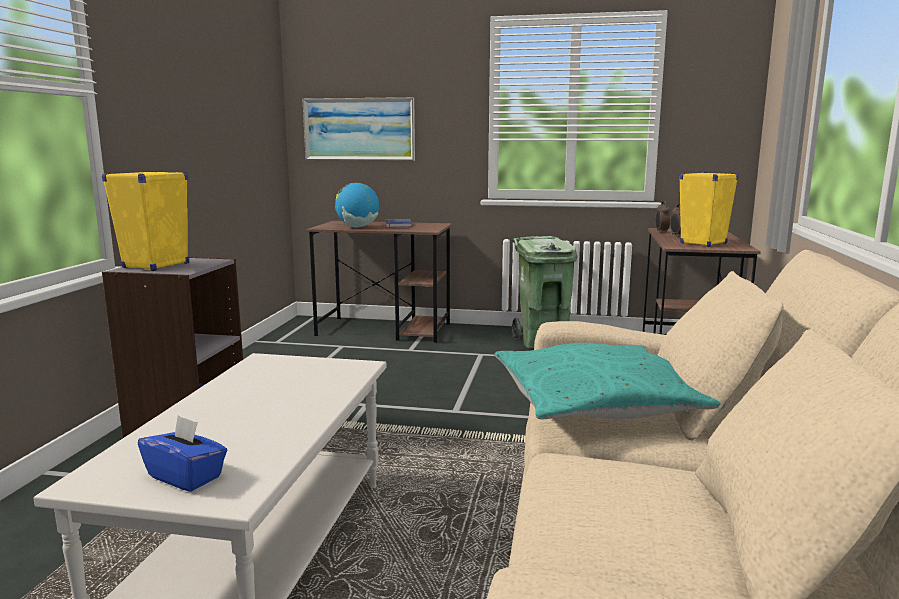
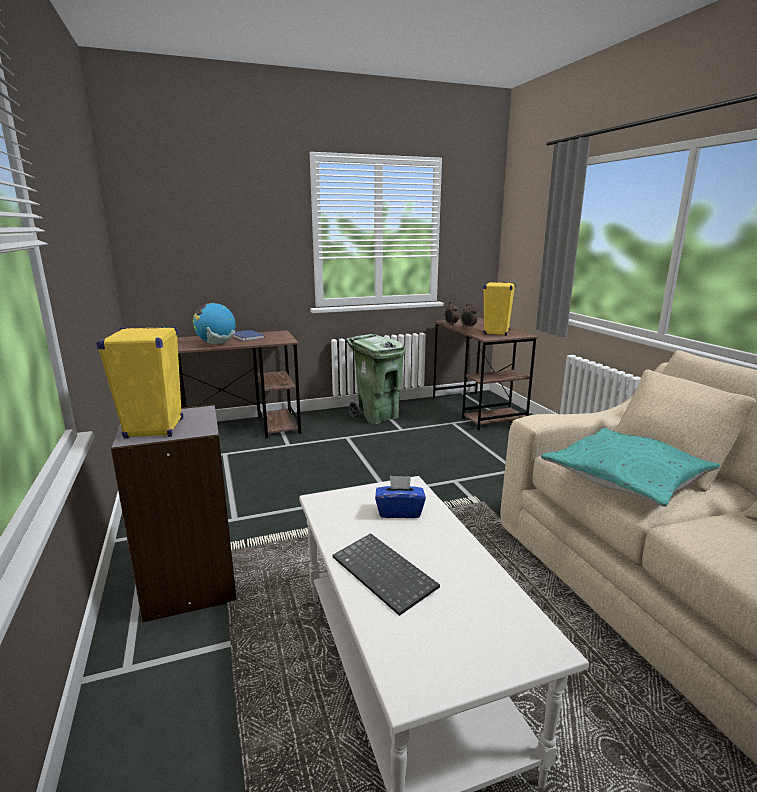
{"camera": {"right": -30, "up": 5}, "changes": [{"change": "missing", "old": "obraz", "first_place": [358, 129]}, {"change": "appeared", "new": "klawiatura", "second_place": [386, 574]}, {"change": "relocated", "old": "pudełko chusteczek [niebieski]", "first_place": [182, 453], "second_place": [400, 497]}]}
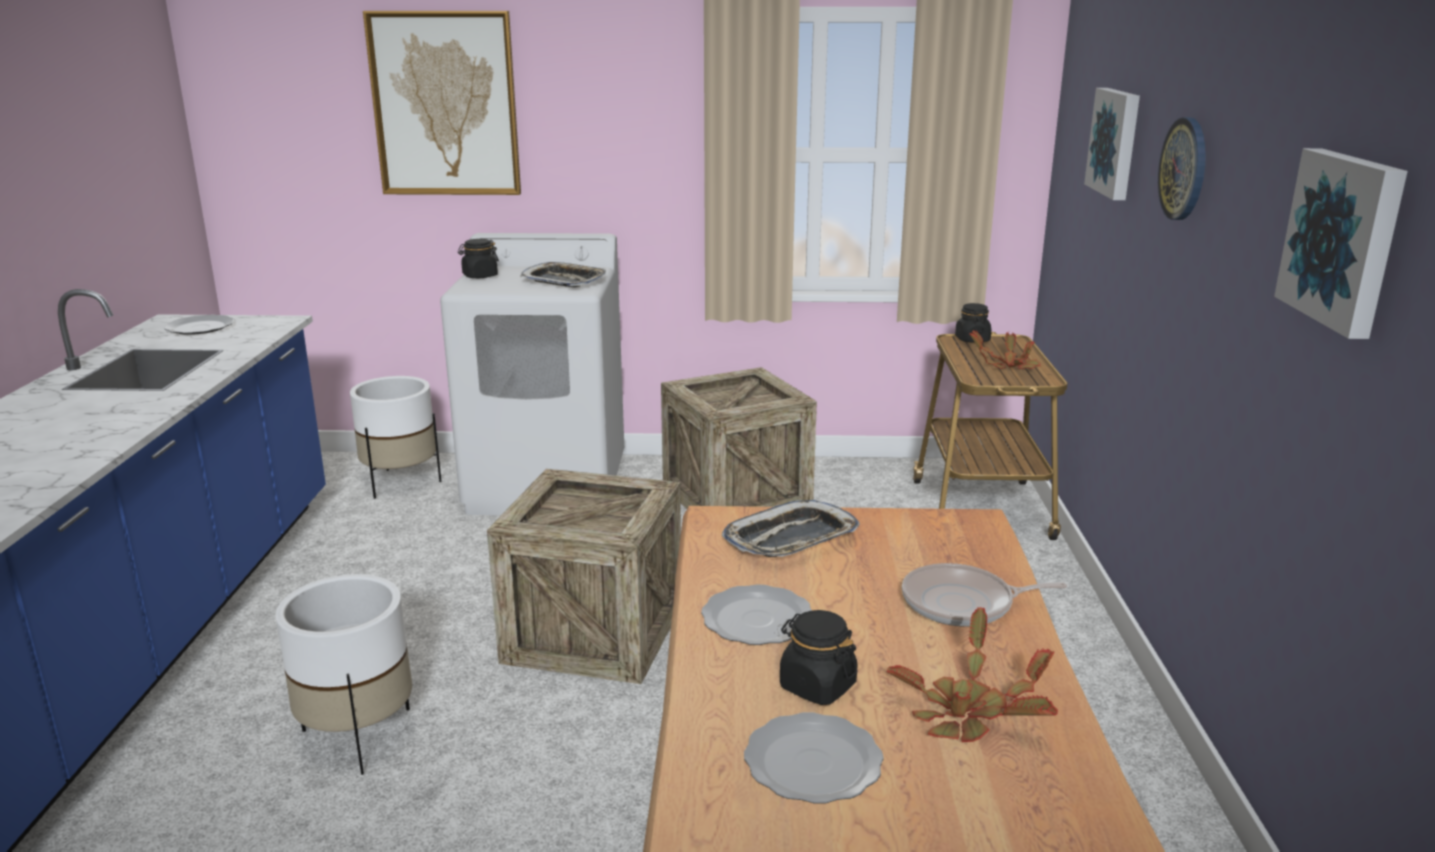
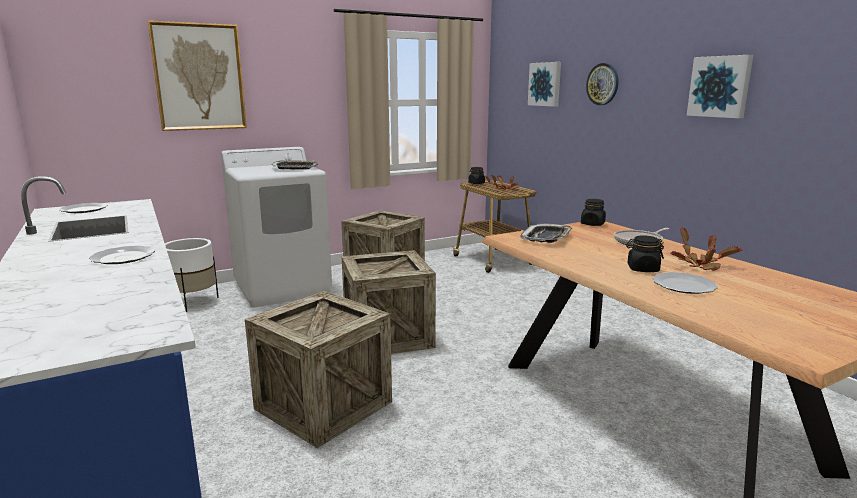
{"camera": {"right": -30, "up": -5}, "changes": [{"change": "relocated", "old": "słoik [czarny]", "first_place": [478, 258], "second_place": [593, 212]}, {"change": "relocated", "old": "talerz", "first_place": [756, 614], "second_place": [122, 255]}, {"change": "exchanged", "old": "donica [biały]", "new": "skrzynka", "first_place": [343, 674], "second_place": [318, 369]}]}
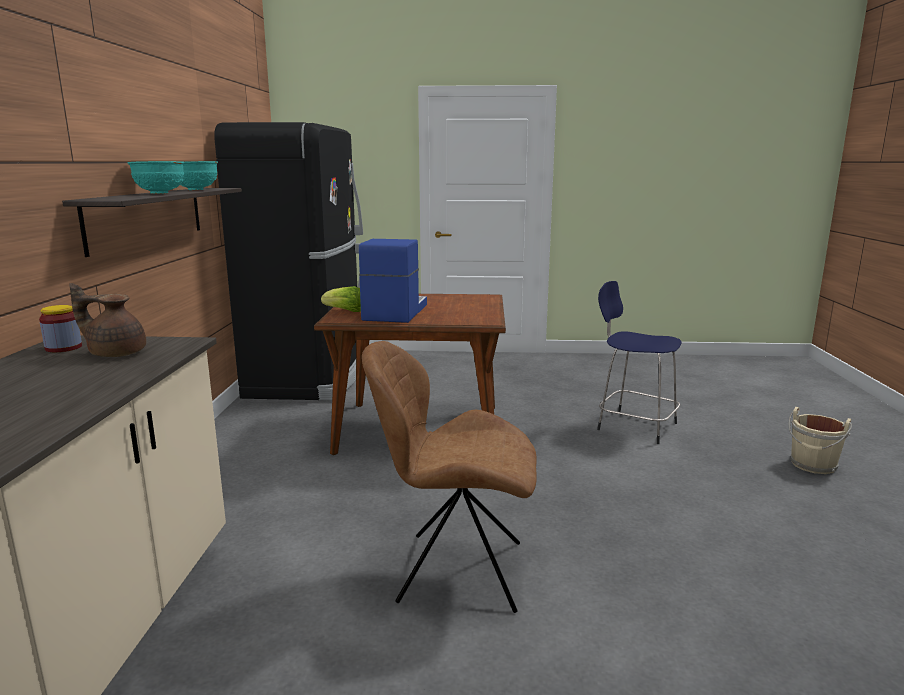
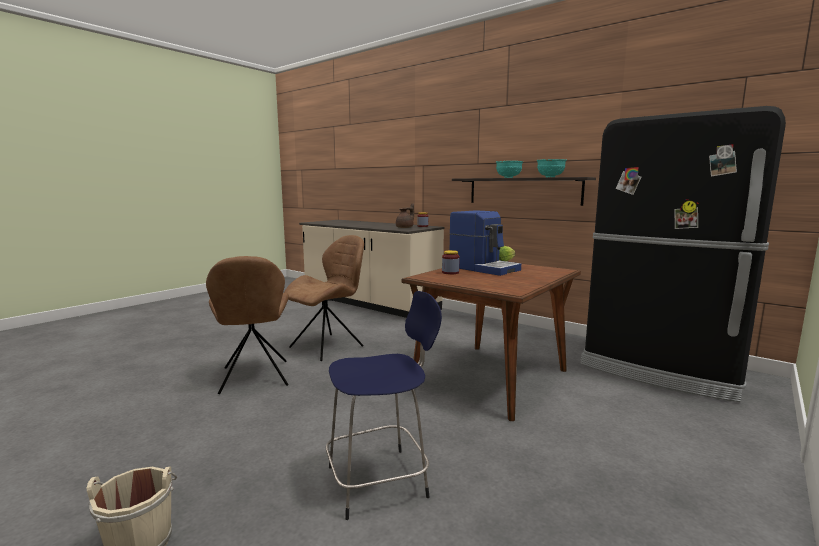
{"camera": {"right": 125, "up": -5}, "changes": [{"change": "appeared", "new": "krzesło [brązowy]", "second_place": [247, 325]}, {"change": "appeared", "new": "słoik", "second_place": [450, 262]}]}
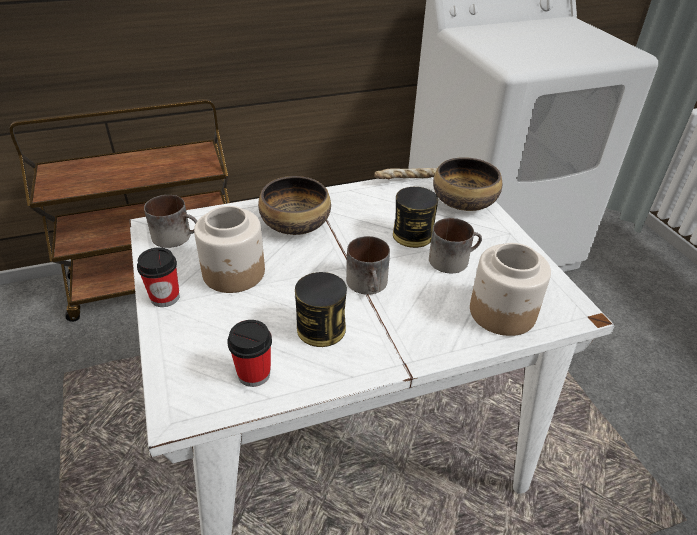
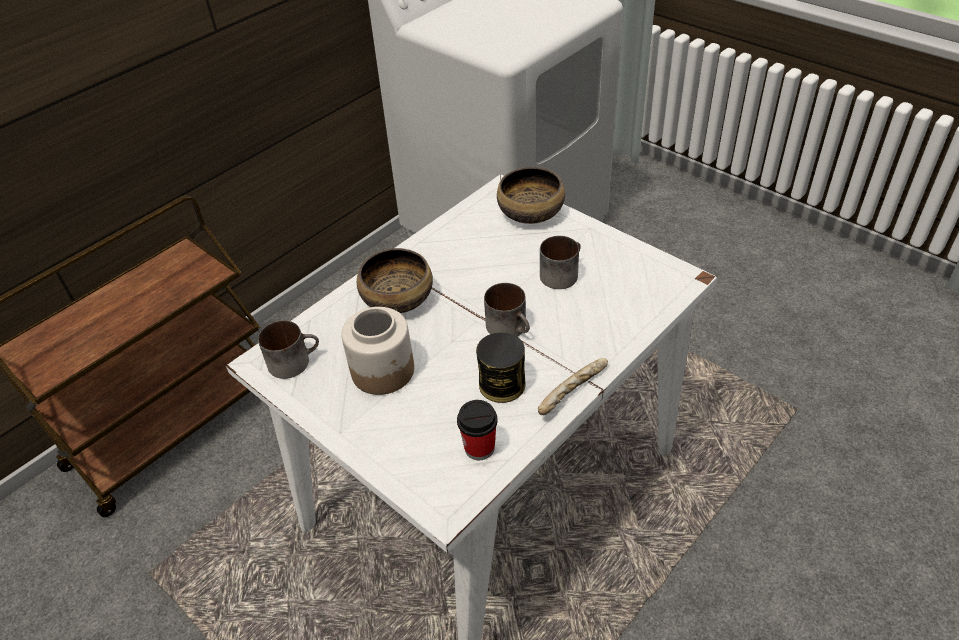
{"camera": {"right": -25, "up": 5}, "changes": [{"change": "missing", "old": "filiżanka", "first_place": [158, 277]}, {"change": "missing", "old": "puszka", "first_place": [415, 217]}, {"change": "missing", "old": "słoik", "first_place": [510, 289]}, {"change": "relocated", "old": "chleb", "first_place": [406, 173], "second_place": [573, 386]}]}
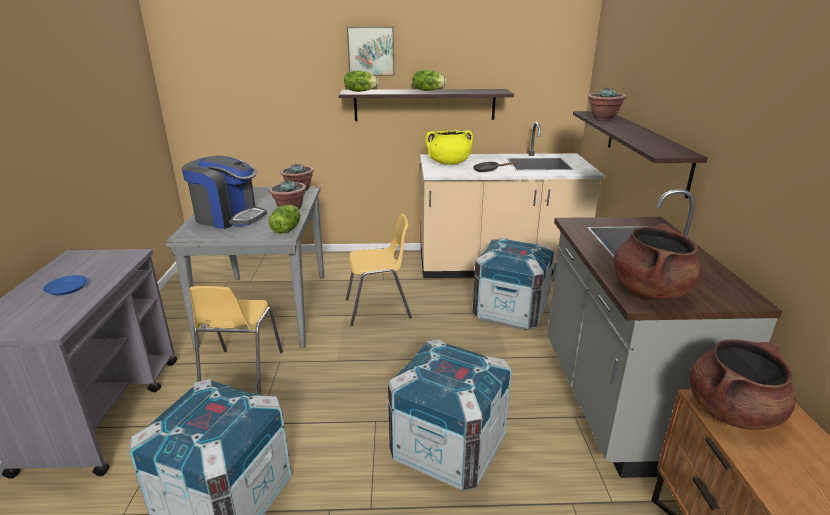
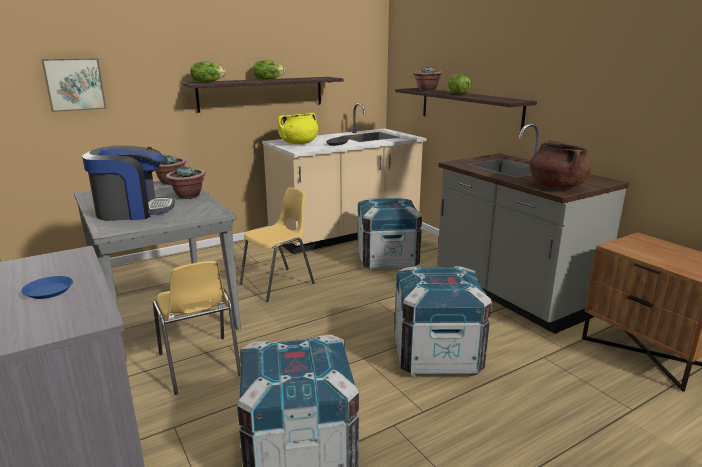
{"camera": {"right": -30, "up": -5}, "changes": [{"change": "missing", "old": "garnek [brązowy]", "first_place": [742, 384]}, {"change": "relocated", "old": "sałata", "first_place": [284, 219], "second_place": [459, 84]}, {"change": "relocated", "old": "obraz", "first_place": [370, 51], "second_place": [73, 85]}]}
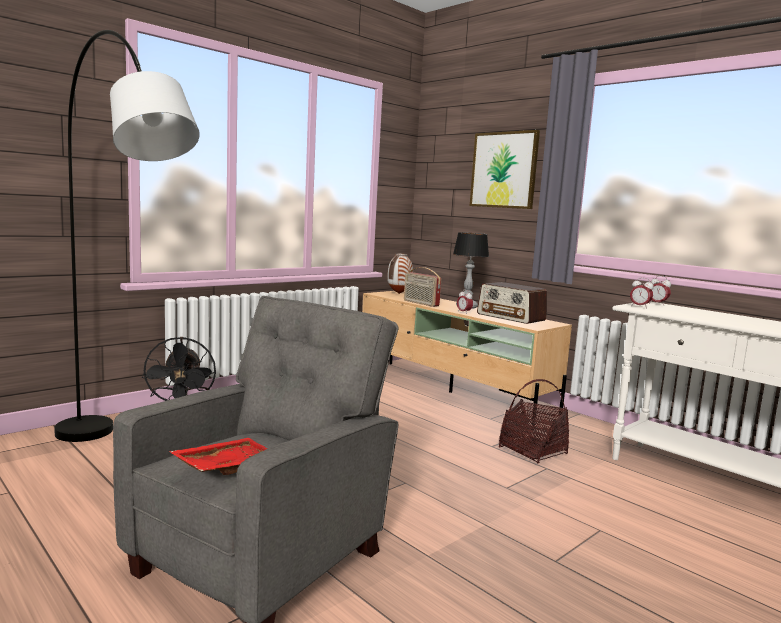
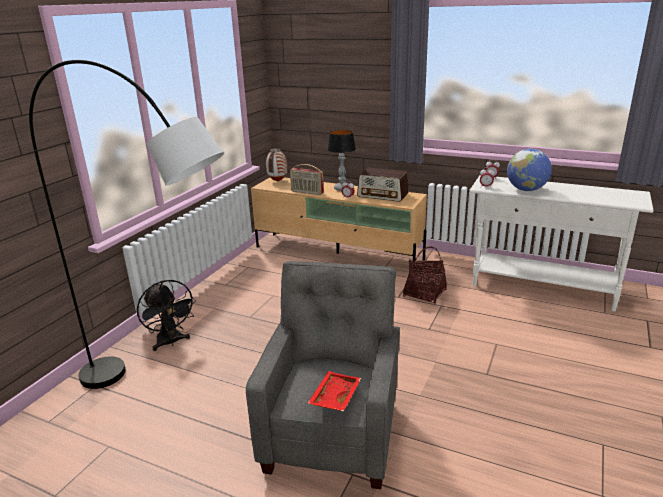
{"camera": {"right": -20, "up": 15}, "changes": [{"change": "missing", "old": "obraz", "first_place": [505, 169]}, {"change": "appeared", "new": "globus", "second_place": [529, 170]}]}
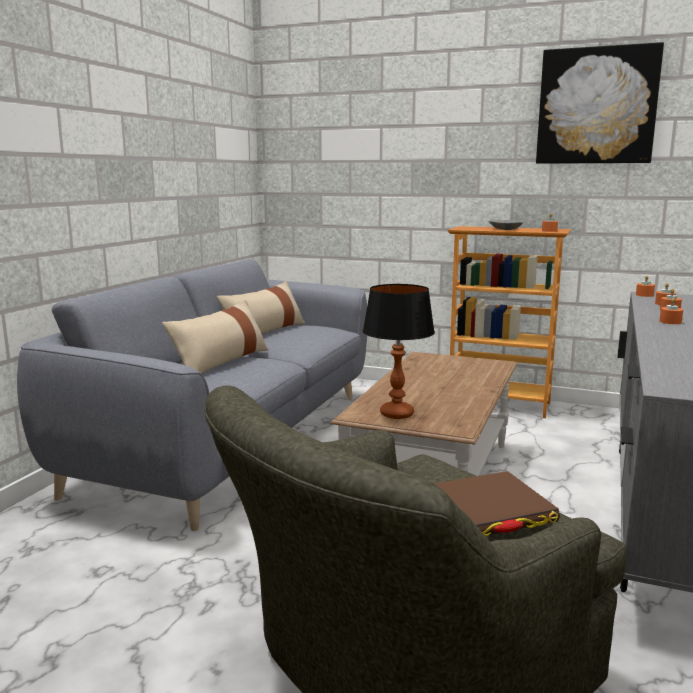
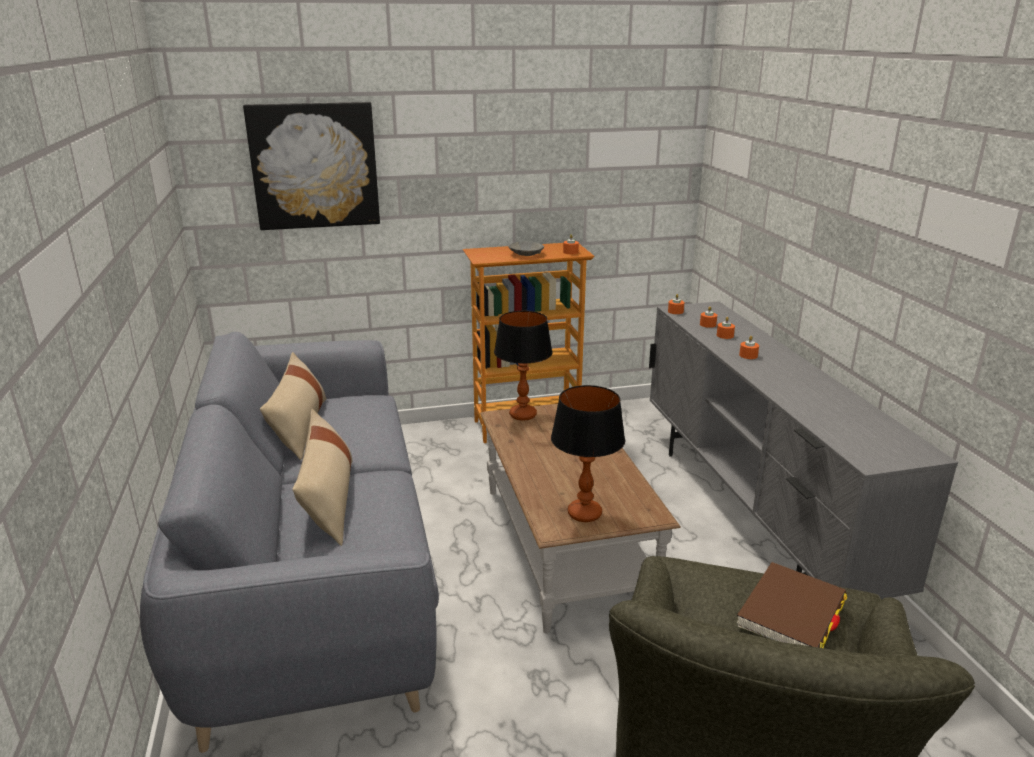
{"camera": {"right": -35, "up": 10}, "changes": [{"change": "appeared", "new": "lampa stołowa", "second_place": [523, 366]}, {"change": "relocated", "old": "obraz", "first_place": [600, 103], "second_place": [311, 166]}]}
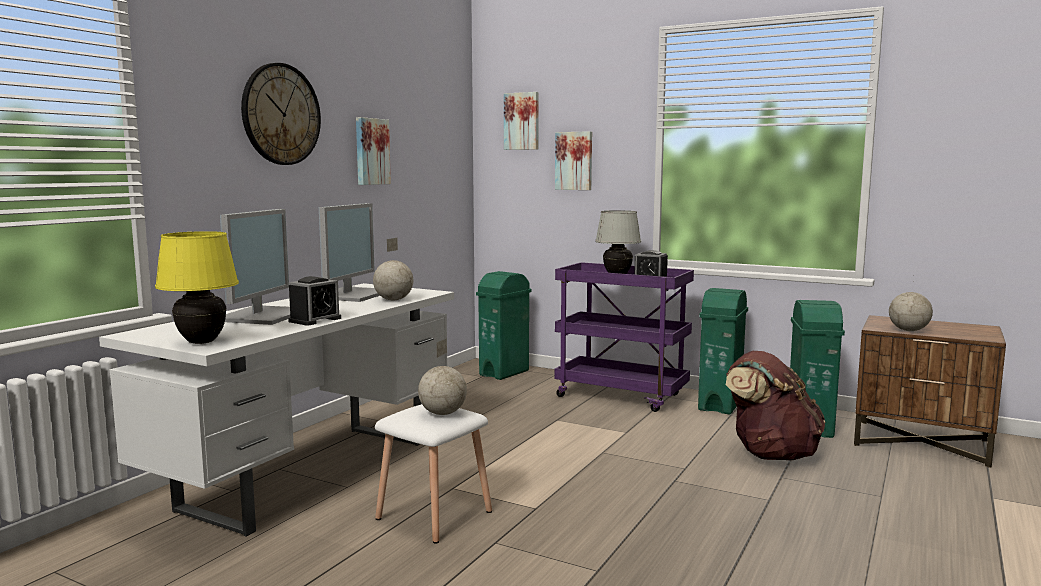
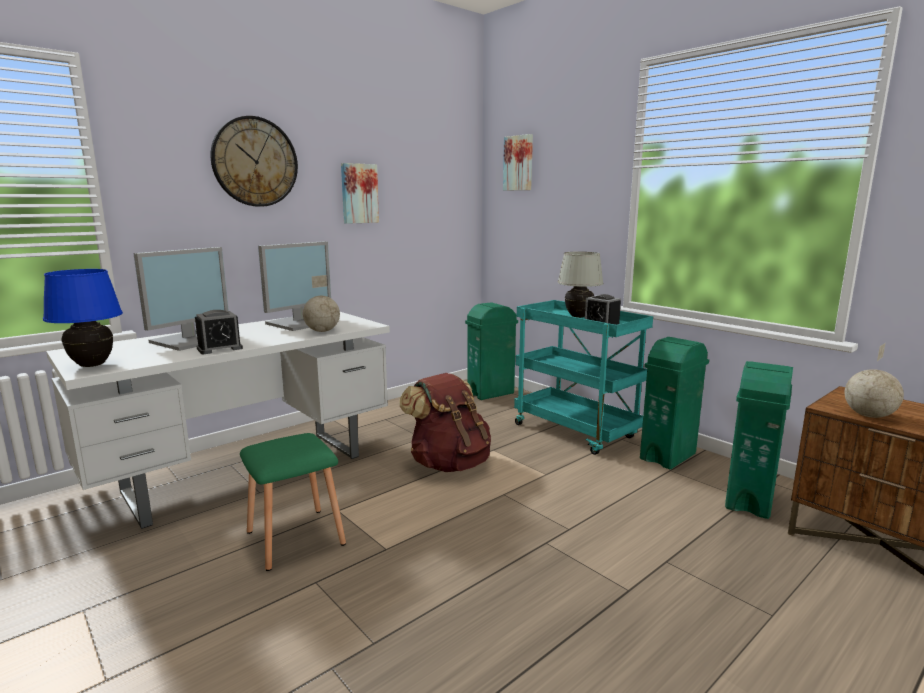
{"camera": {"right": 20, "up": 5}, "changes": [{"change": "missing", "old": "globus", "first_place": [442, 376]}, {"change": "missing", "old": "obraz", "first_place": [573, 160]}, {"change": "relocated", "old": "plecak [brązowy]", "first_place": [776, 405], "second_place": [445, 422]}, {"change": "colour", "old": "lampa stołowa [żółty]", "new": "lampa stołowa [niebieski]", "first_place": [197, 287], "second_place": [83, 318]}, {"change": "colour", "old": "stołek [biały]", "new": "stołek [zielony]", "first_place": [433, 474], "second_place": [293, 502]}, {"change": "colour", "old": "wózek [fioletowy]", "new": "wózek [turkusowy]", "first_place": [624, 337], "second_place": [583, 377]}]}
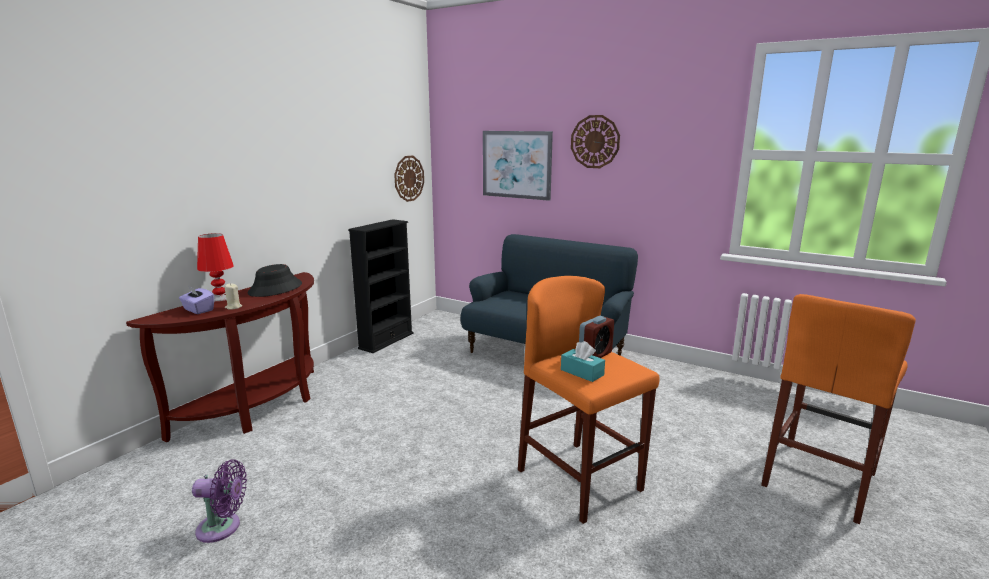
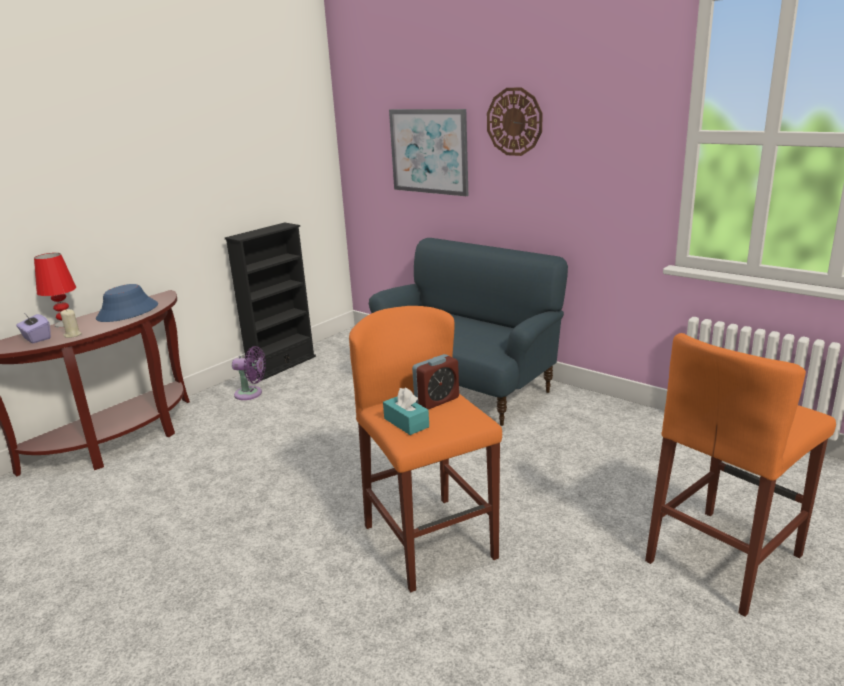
{"camera": {"right": 10, "up": 5}, "changes": [{"change": "missing", "old": "zegar ścienny", "first_place": [409, 178]}, {"change": "relocated", "old": "wentylator [fioletowy]", "first_place": [219, 501], "second_place": [249, 373]}, {"change": "colour", "old": "kapelusz [czarny]", "new": "kapelusz [niebieski]", "first_place": [274, 280], "second_place": [127, 303]}]}
